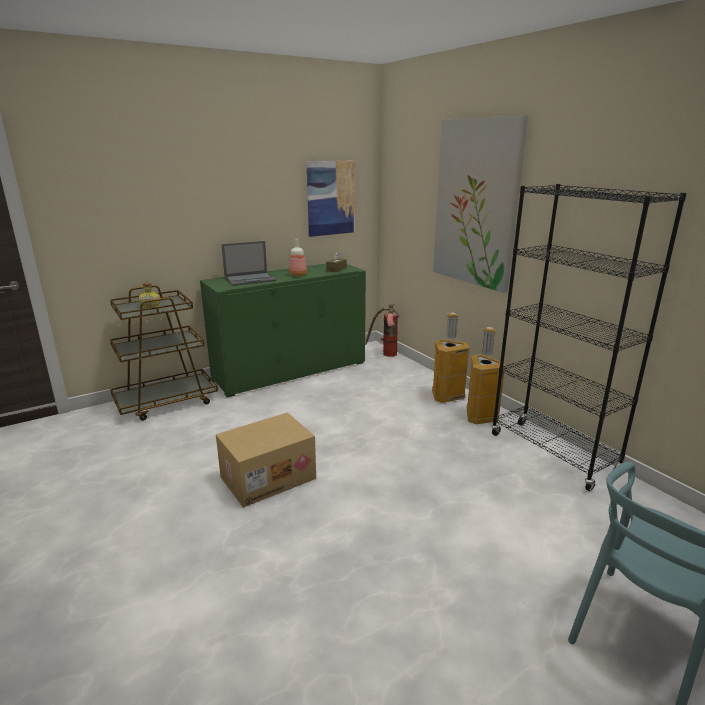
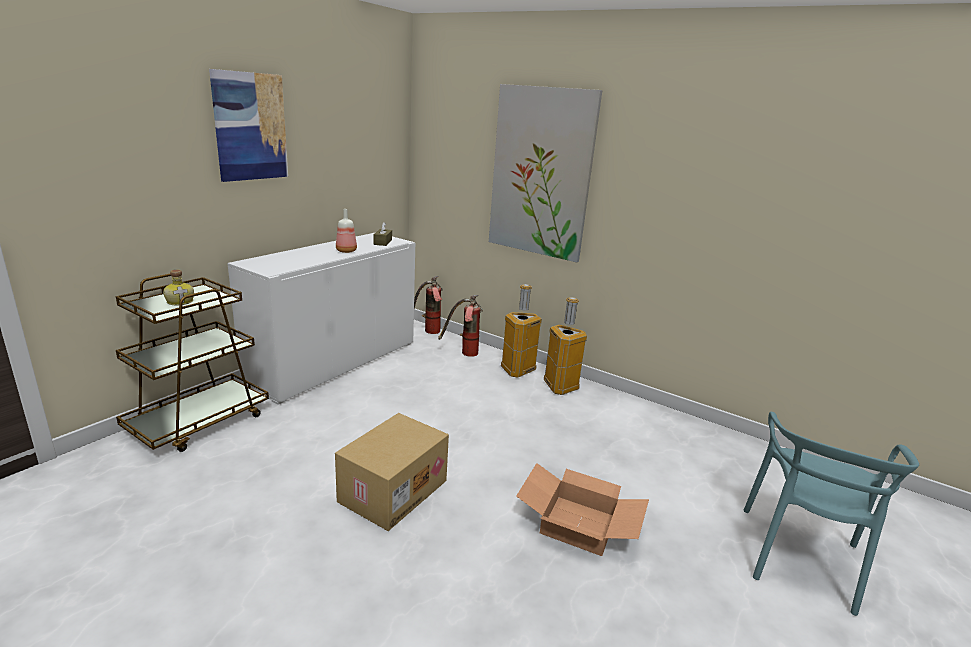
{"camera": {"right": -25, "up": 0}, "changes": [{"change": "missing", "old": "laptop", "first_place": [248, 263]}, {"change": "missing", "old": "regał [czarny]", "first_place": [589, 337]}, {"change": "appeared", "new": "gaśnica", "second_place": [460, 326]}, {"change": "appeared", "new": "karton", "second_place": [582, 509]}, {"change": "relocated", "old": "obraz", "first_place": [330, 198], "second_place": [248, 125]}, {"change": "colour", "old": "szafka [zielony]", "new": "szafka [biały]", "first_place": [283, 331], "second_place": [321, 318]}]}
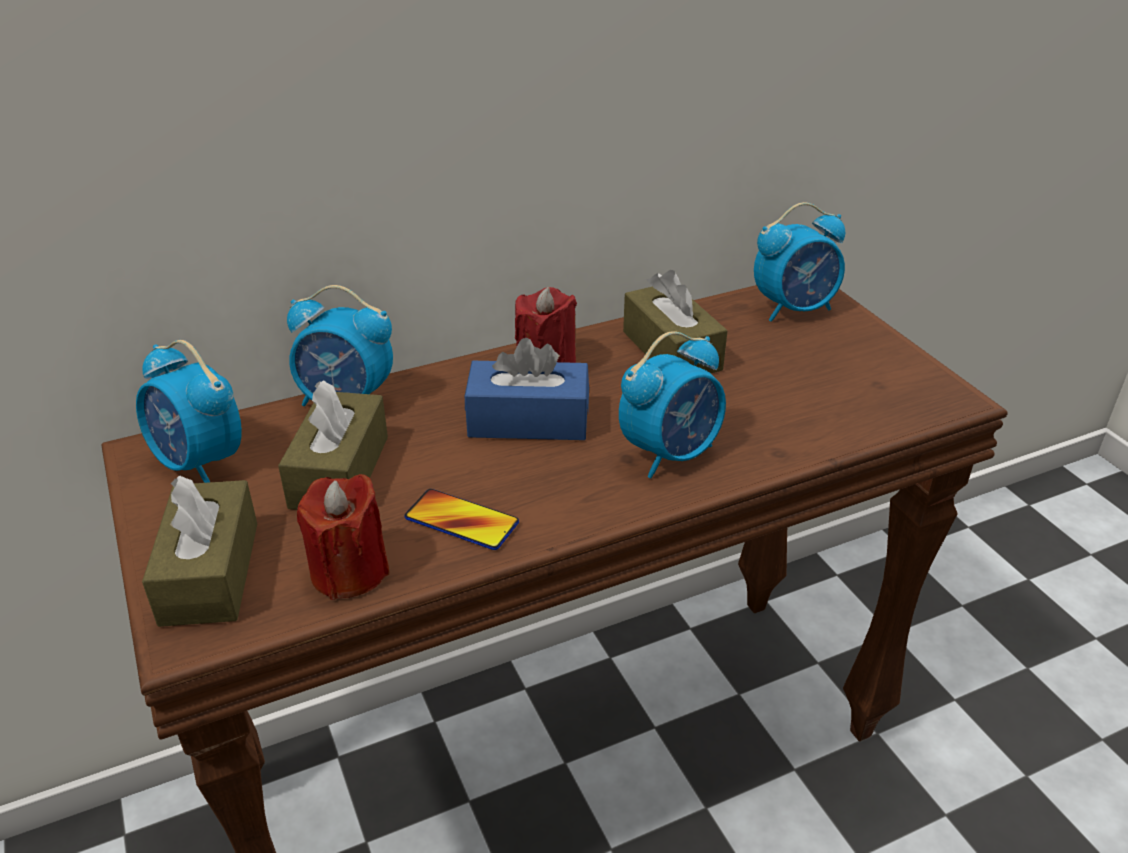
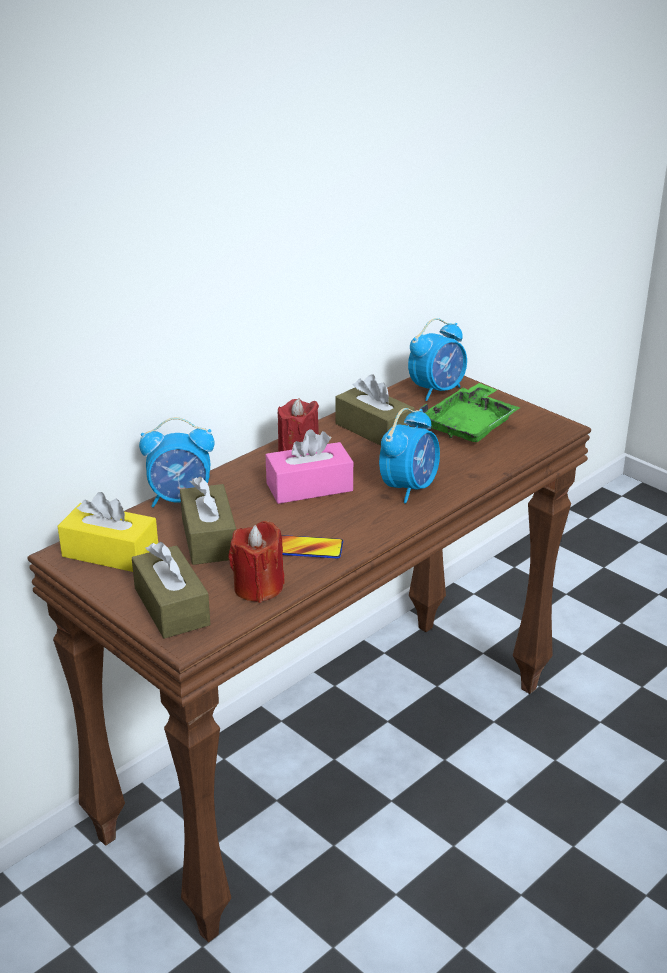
{"camera": {"right": -20, "up": -5}, "changes": [{"change": "appeared", "new": "taca [zielony]", "second_place": [469, 412]}, {"change": "exchanged", "old": "budzik", "new": "pudełko chusteczek [żółty]", "first_place": [189, 411], "second_place": [108, 532]}, {"change": "colour", "old": "pudełko chusteczek [niebieski]", "new": "pudełko chusteczek [różowy]", "first_place": [527, 389], "second_place": [309, 466]}]}
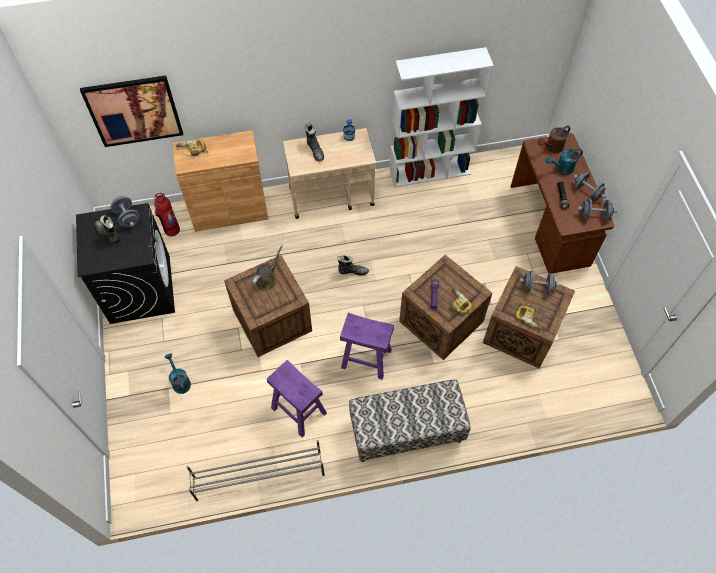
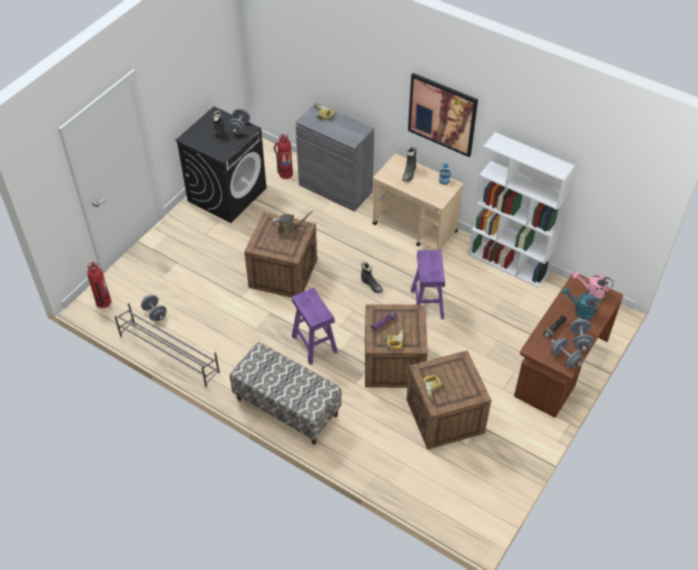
{"camera": {"right": 45, "up": -10}, "changes": [{"change": "missing", "old": "konewka [turkusowy]", "first_place": [178, 373]}, {"change": "appeared", "new": "gaśnica", "second_place": [99, 285]}, {"change": "relocated", "old": "obraz", "first_place": [131, 111], "second_place": [443, 115]}, {"change": "relocated", "old": "stołek [fioletowy]", "first_place": [297, 399], "second_place": [428, 284]}, {"change": "relocated", "old": "hantel [szary]", "first_place": [539, 283], "second_place": [154, 308]}, {"change": "colour", "old": "szafka [brązowy]", "new": "szafka [szary]", "first_place": [220, 181], "second_place": [334, 157]}, {"change": "colour", "old": "konewka [brązowy]", "new": "konewka [różowy]", "first_place": [554, 139], "second_place": [593, 285]}]}
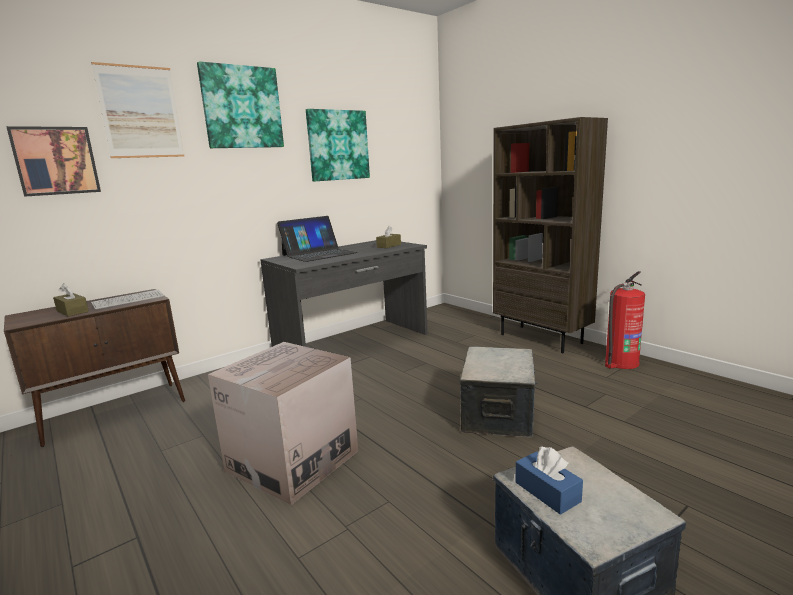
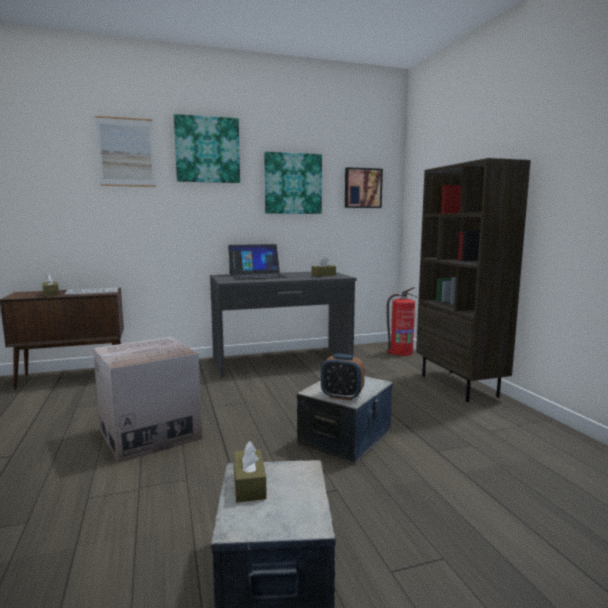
{"camera": {"right": 20, "up": -5}, "changes": [{"change": "appeared", "new": "budzik", "second_place": [343, 377]}, {"change": "relocated", "old": "obraz", "first_place": [53, 161], "second_place": [364, 187]}, {"change": "relocated", "old": "gaśnica", "first_place": [625, 320], "second_place": [402, 321]}, {"change": "colour", "old": "pudełko chusteczek [niebieski]", "new": "pudełko chusteczek [brązowy]", "first_place": [549, 481], "second_place": [250, 471]}]}
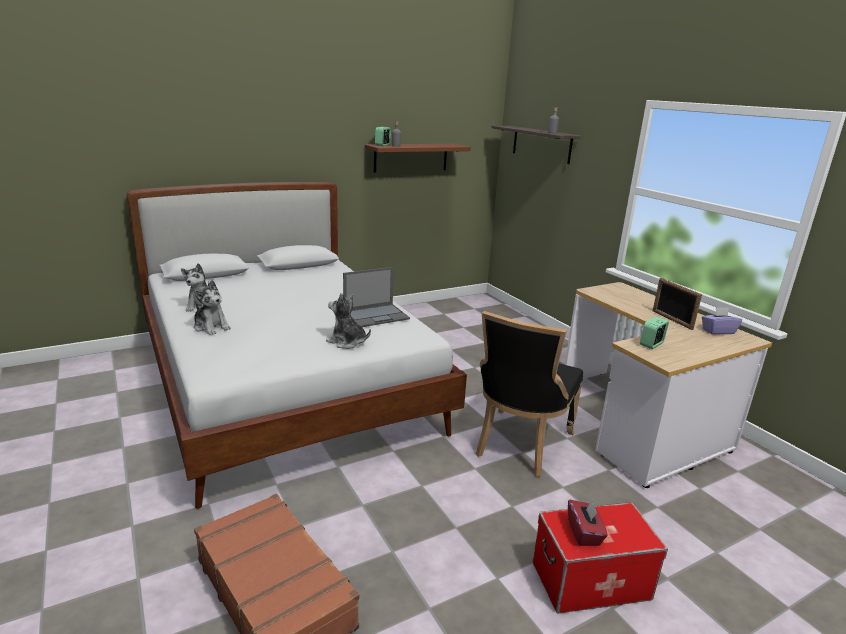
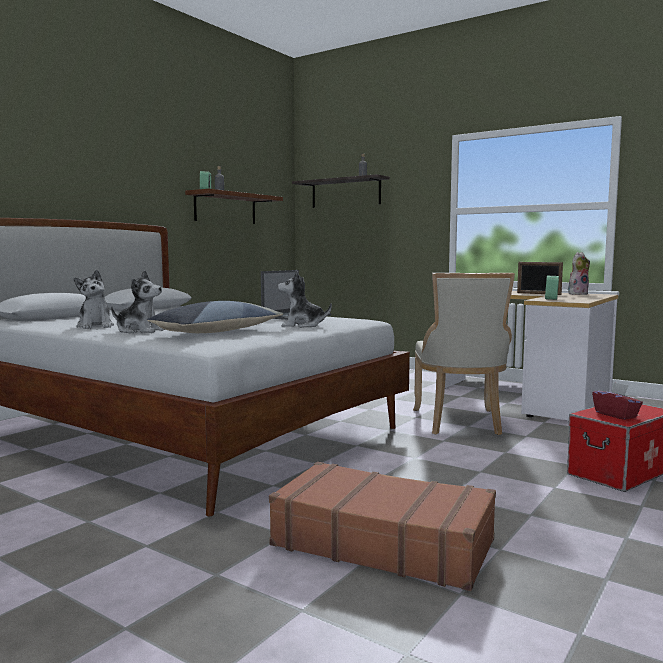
{"camera": {"right": -25, "up": -15}, "changes": [{"change": "appeared", "new": "poduszka", "second_place": [214, 317]}, {"change": "exchanged", "old": "pudełko chusteczek [fioletowy]", "new": "pluszak", "first_place": [722, 321], "second_place": [579, 273]}, {"change": "colour", "old": "krzesło [czarny]", "new": "krzesło [beżowy]", "first_place": [529, 394], "second_place": [464, 354]}]}
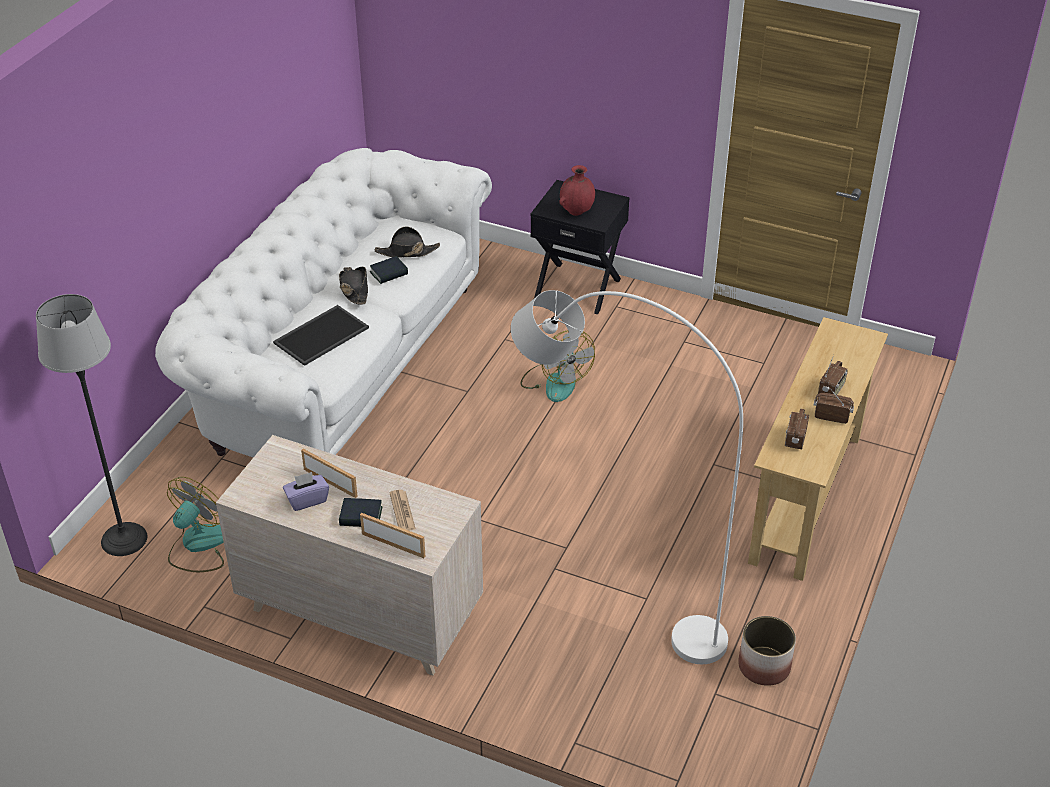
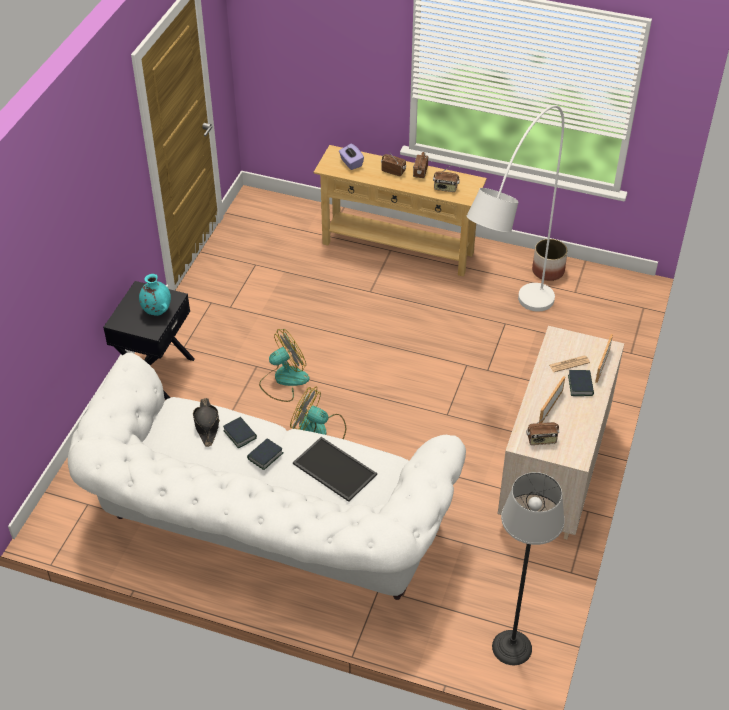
{"camera": {"right": -95, "up": 5}, "changes": [{"change": "appeared", "new": "radio", "second_place": [542, 429]}, {"change": "relocated", "old": "wentylator", "first_place": [195, 524], "second_place": [318, 413]}, {"change": "relocated", "old": "pudełko chusteczek [fioletowy]", "first_place": [306, 491], "second_place": [351, 157]}, {"change": "exchanged", "old": "kapelusz [czarny]", "new": "książka", "first_place": [353, 286], "second_place": [265, 454]}, {"change": "colour", "old": "wazon [czerwony]", "new": "wazon [turkusowy]", "first_place": [577, 190], "second_place": [155, 295]}]}
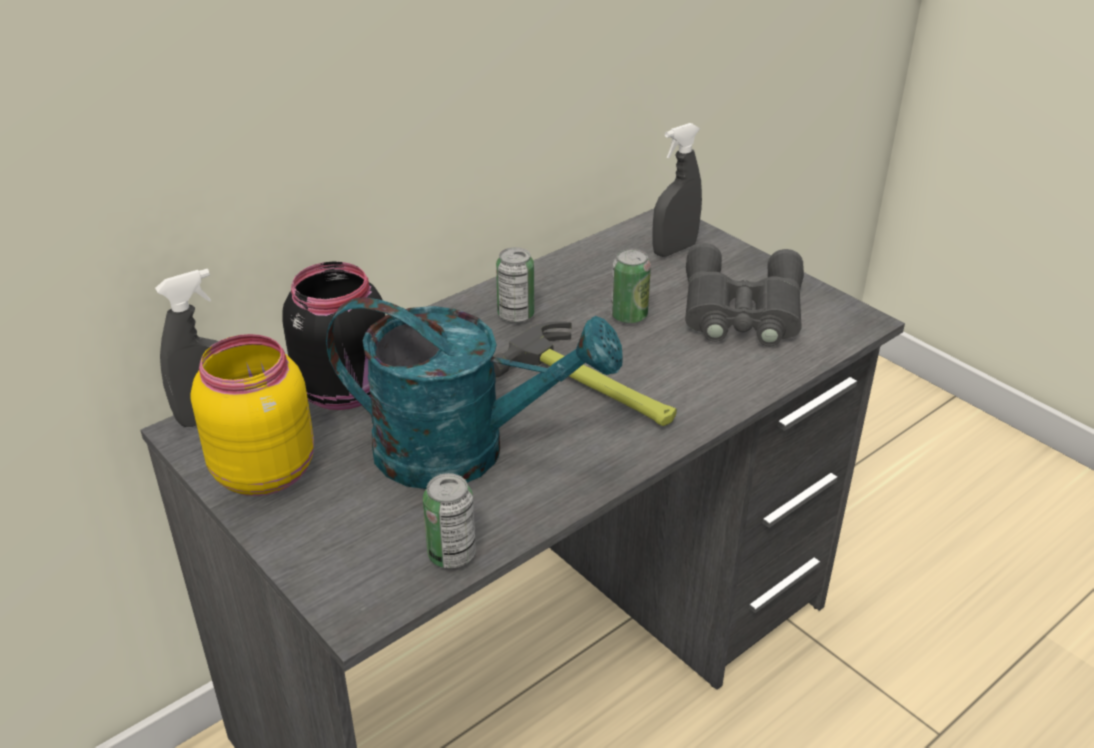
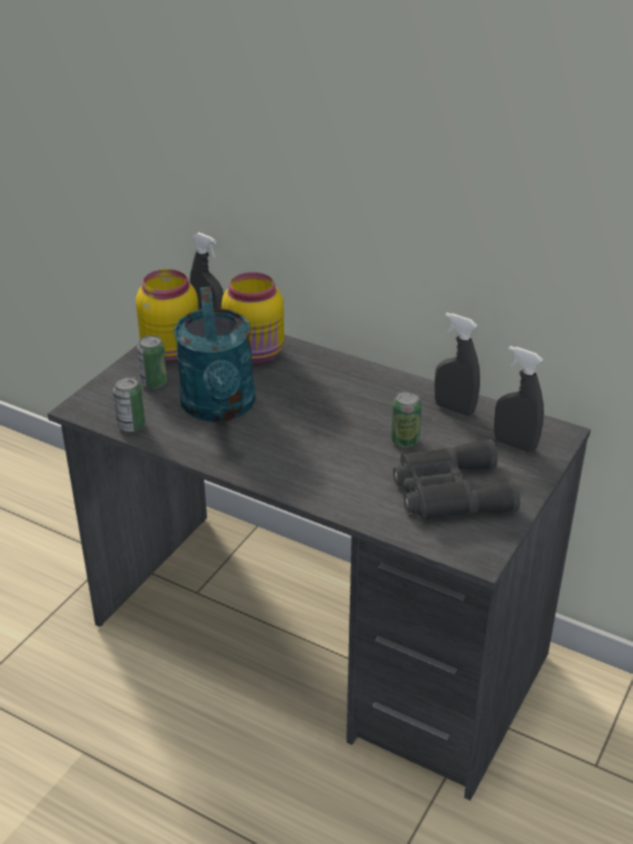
{"camera": {"right": 70, "up": 0}, "changes": [{"change": "missing", "old": "młotek", "first_place": [585, 373]}, {"change": "appeared", "new": "spryskiwacz [szary]", "second_place": [457, 364]}, {"change": "relocated", "old": "puszka", "first_place": [515, 285], "second_place": [152, 362]}, {"change": "colour", "old": "słoik [czarny]", "new": "słoik [żółty]", "first_place": [333, 336], "second_place": [252, 318]}]}
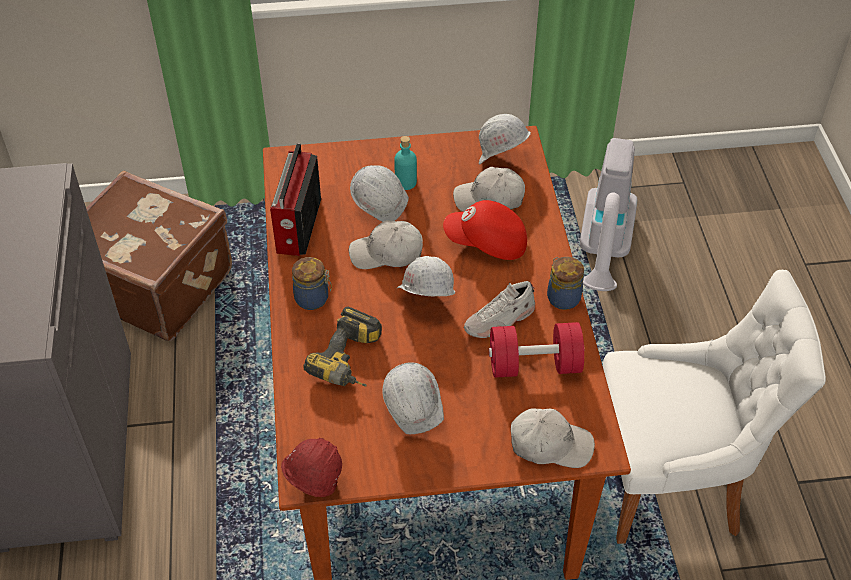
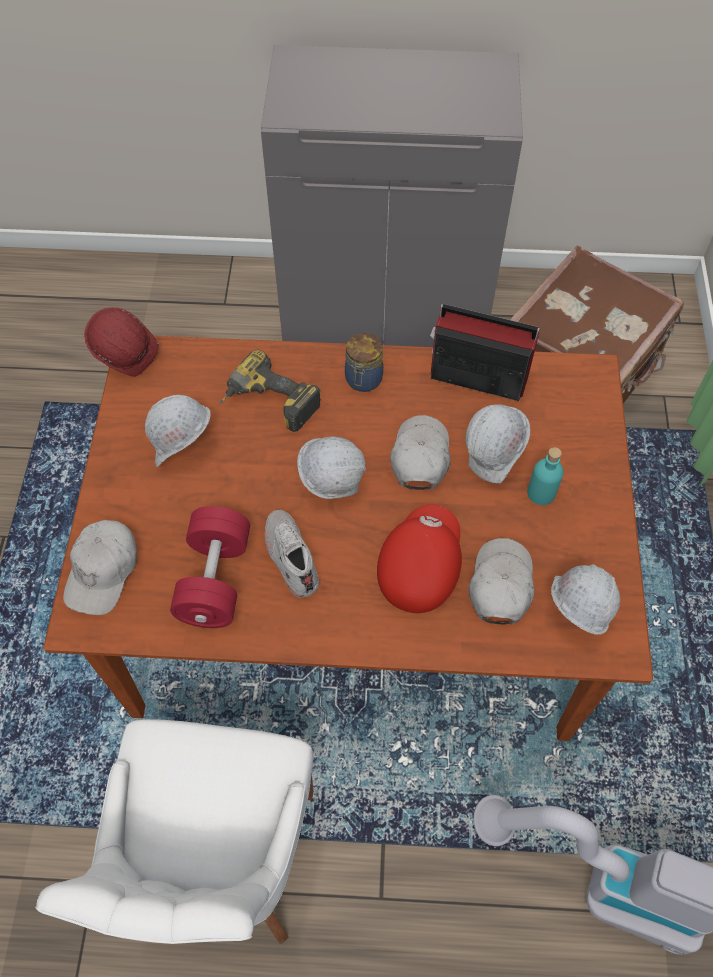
{"camera": {"right": 100, "up": 10}, "changes": [{"change": "missing", "old": "słoik", "first_place": [565, 283]}]}
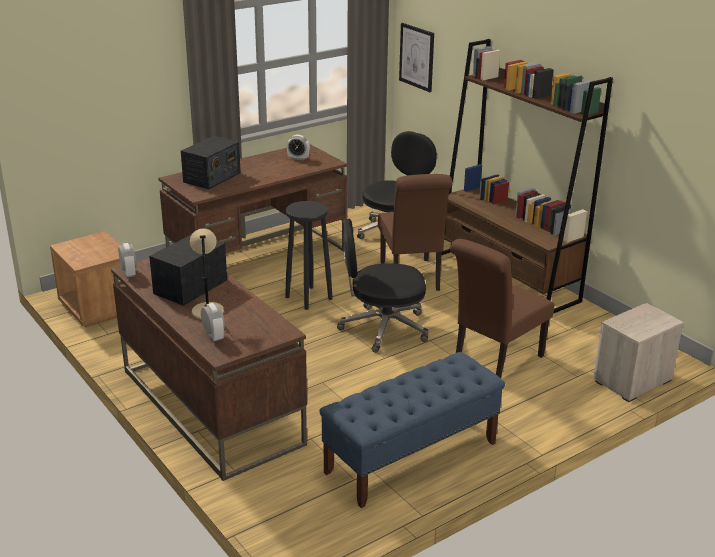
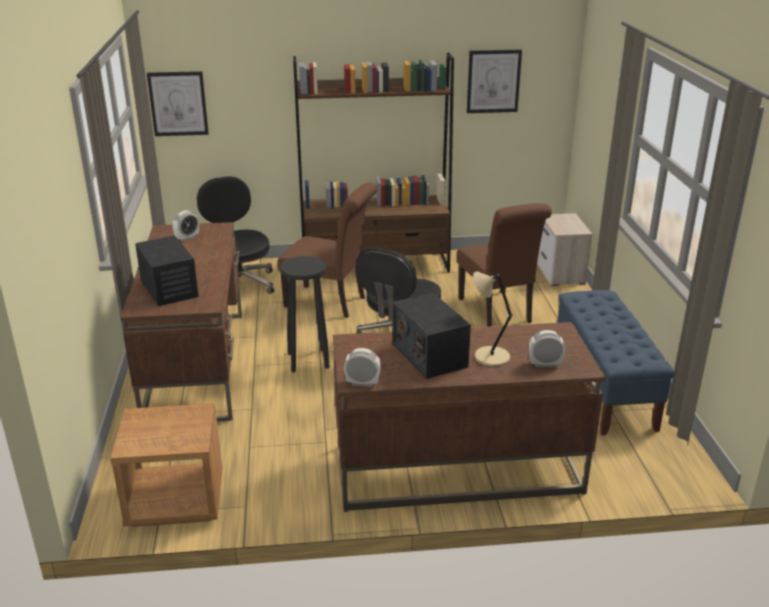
{"camera": {"right": -60, "up": 0}, "changes": [{"change": "appeared", "new": "obraz", "second_place": [494, 81]}]}
